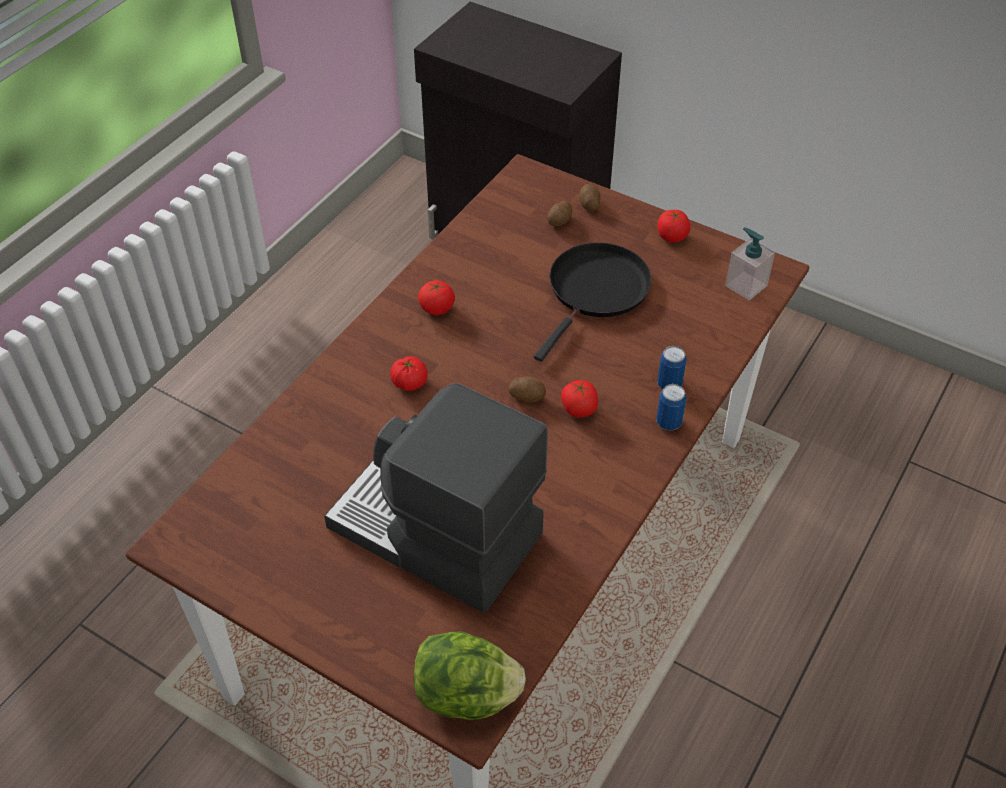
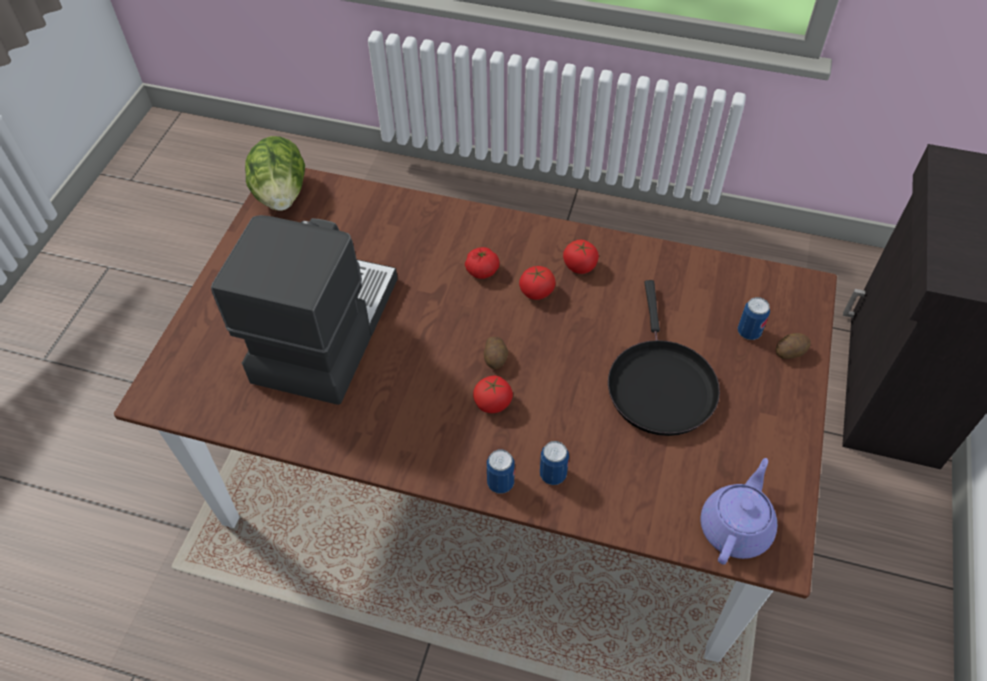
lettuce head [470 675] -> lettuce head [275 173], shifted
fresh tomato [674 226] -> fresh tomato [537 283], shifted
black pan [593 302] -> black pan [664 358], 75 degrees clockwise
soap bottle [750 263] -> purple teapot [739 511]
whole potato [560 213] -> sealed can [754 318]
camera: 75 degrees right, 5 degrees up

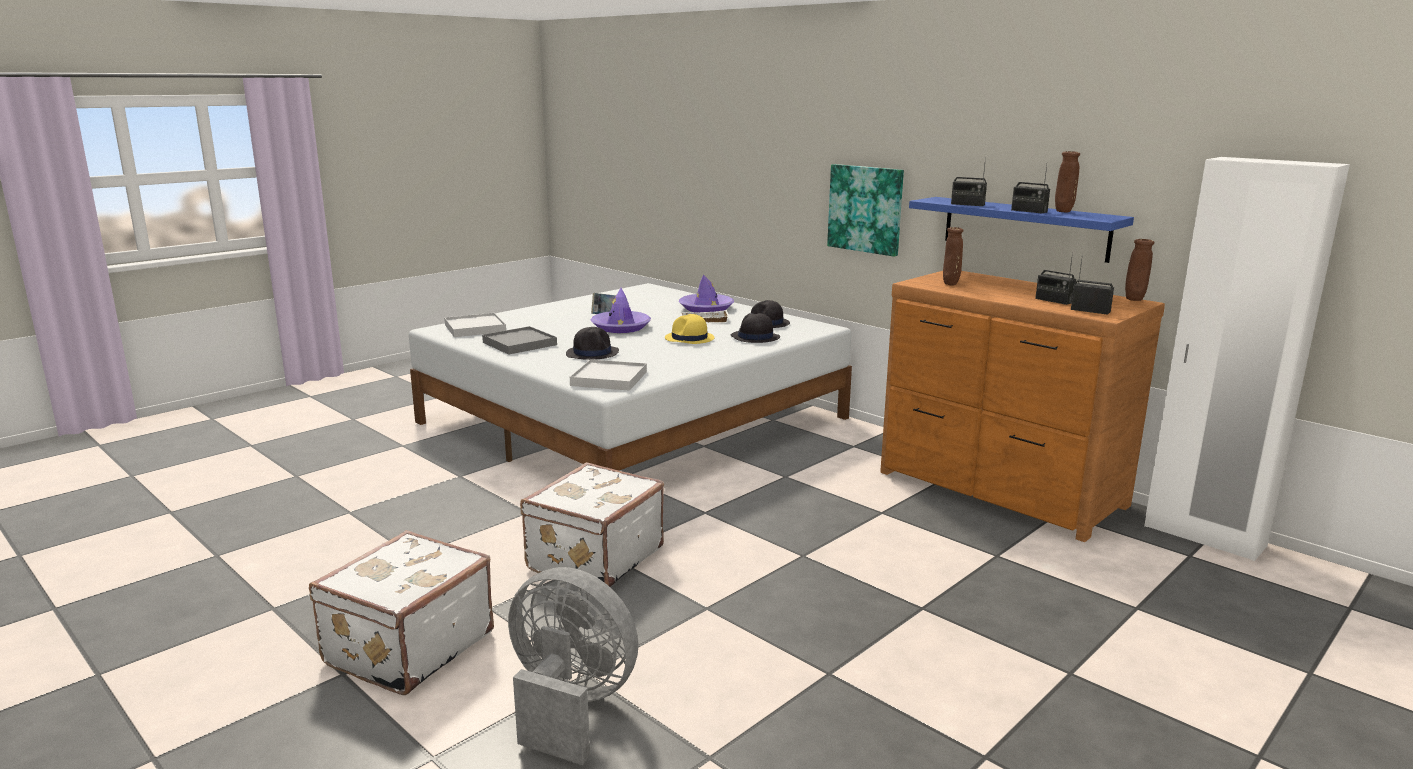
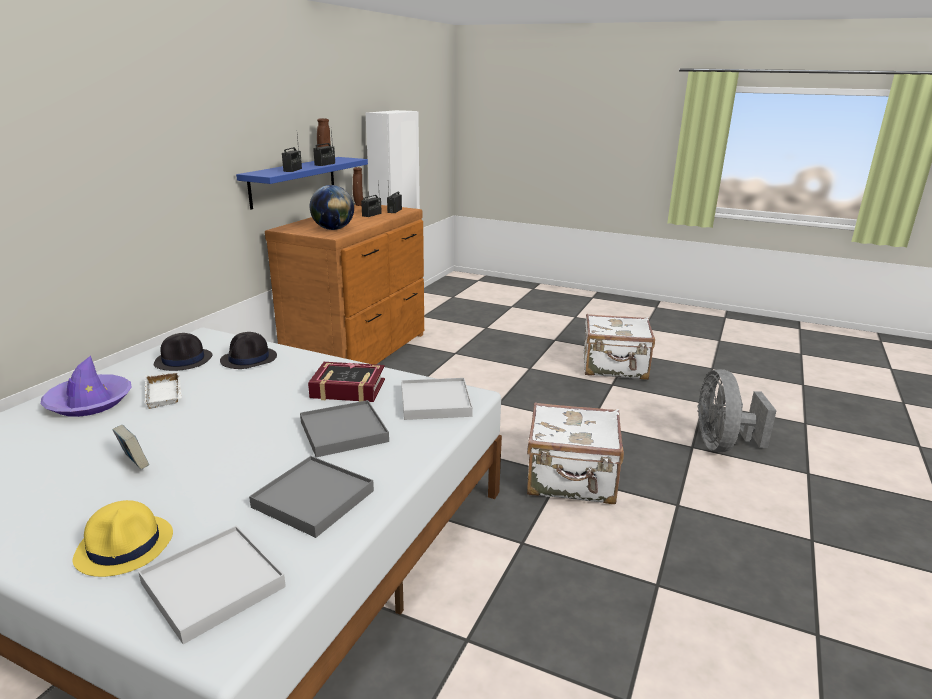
yellow-coloured wearable hat [690 329] -> yellow-coloured wearable hat [122 538], shifted
black wearable hat [592 343] -> greyish tray [344 428]
none -> bound book [346 382]
brown vase [953 256] -> world globe [332 207]
white travel case [401 612] -> white travel case [619 347], shifted
purple wearable hat [621 310] -> none
picture [865 210] -> none
camera: 110 degrees left, 5 degrees up

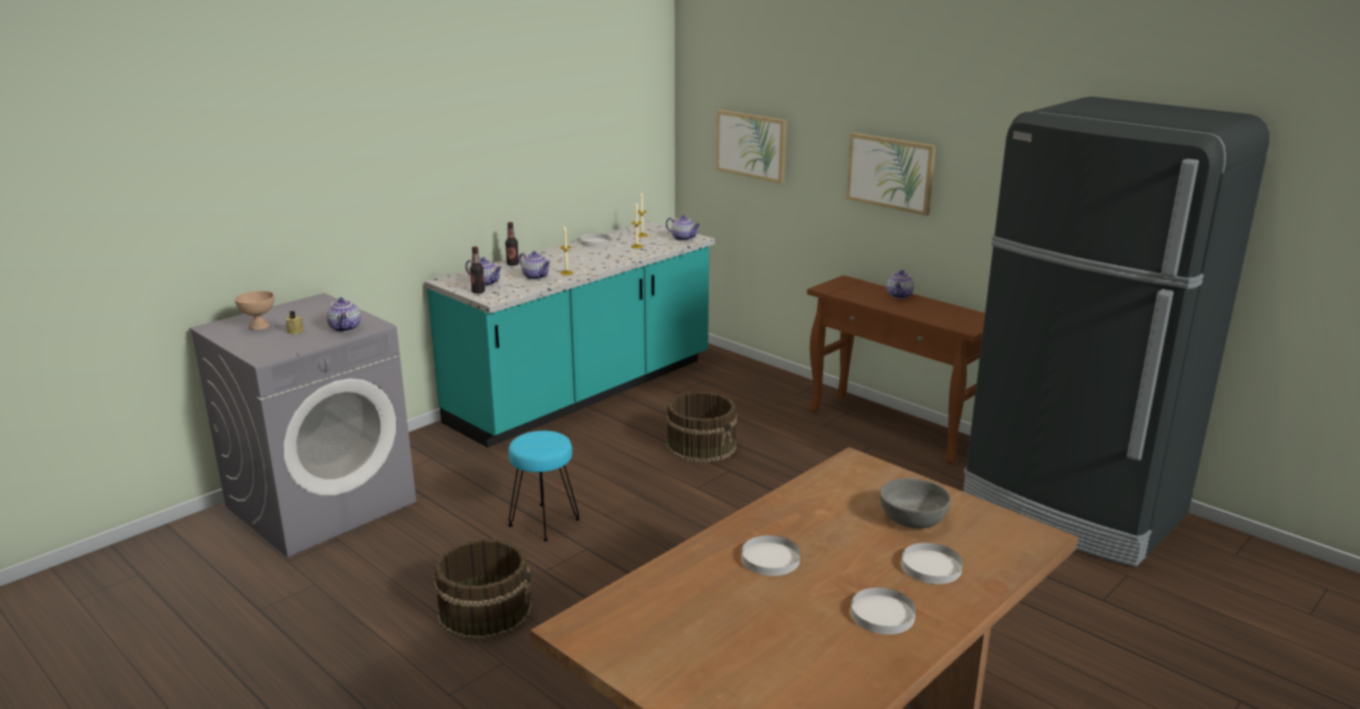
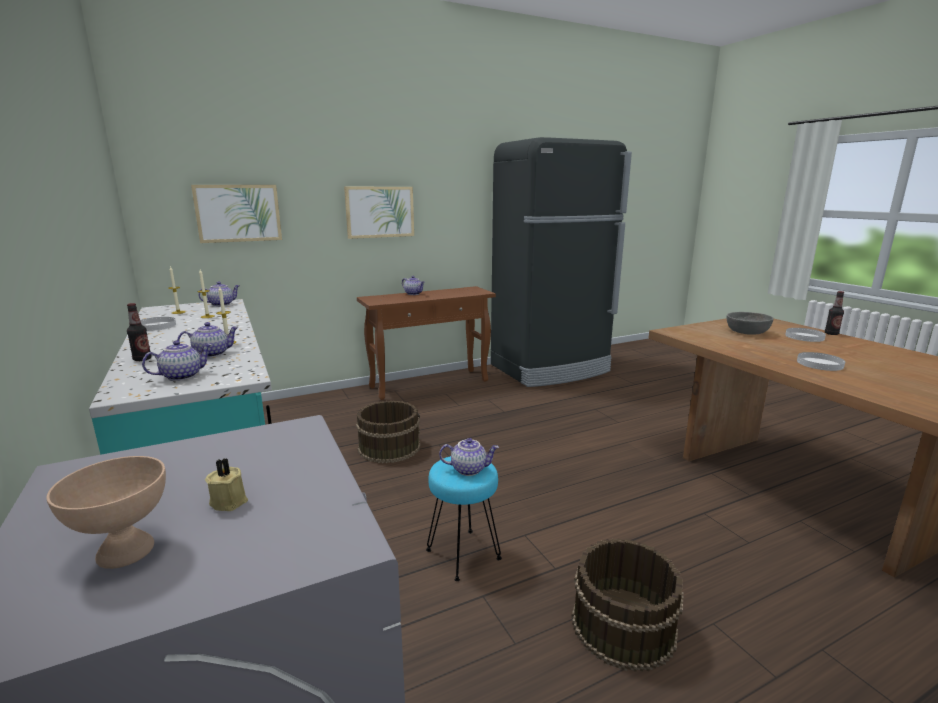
teapot [343 314] -> teapot [469 457], shifted
beverage bottle [477 269] -> beverage bottle [834 313], shifted
white dinner plate [883 610] -> none
camera: 70 degrees left, 5 degrees down

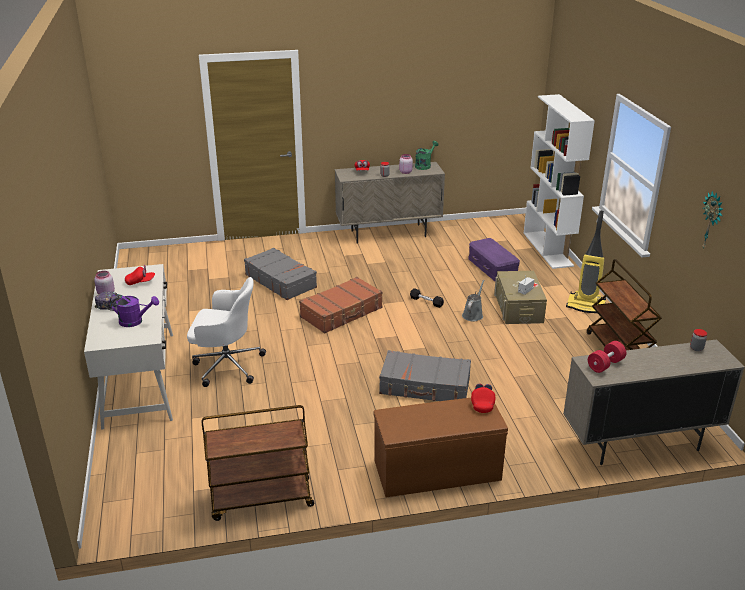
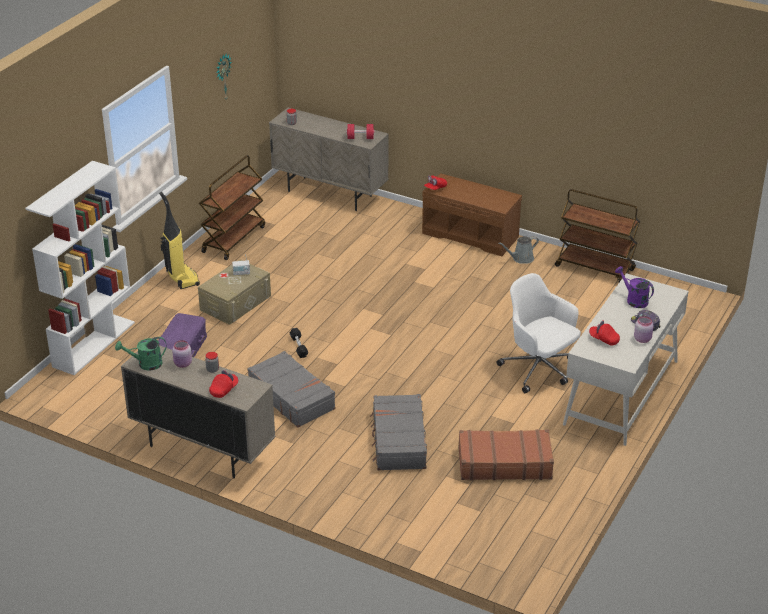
greyish travel case [425 375] -> greyish travel case [291 389], shifted
brown travel case [341 305] -> brown travel case [506 455], shifted
greyish sprinkling can [473 300] -> greyish sprinkling can [518 250], shifted
camera: 140 degrees left, 5 degrees up

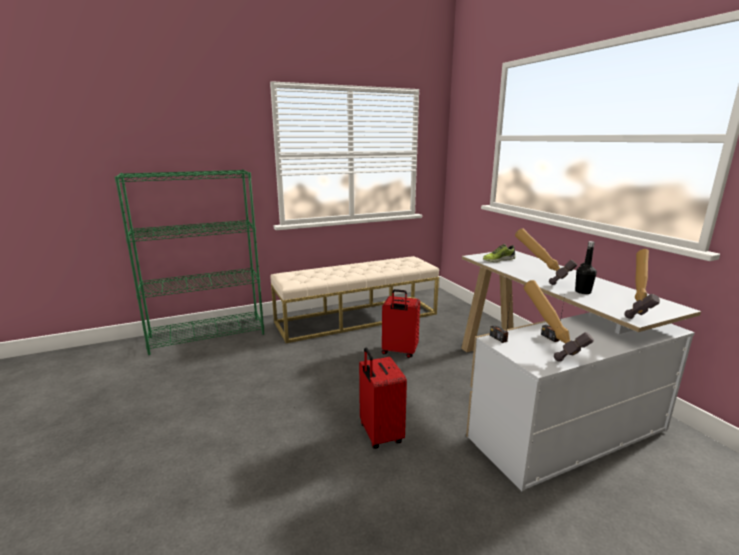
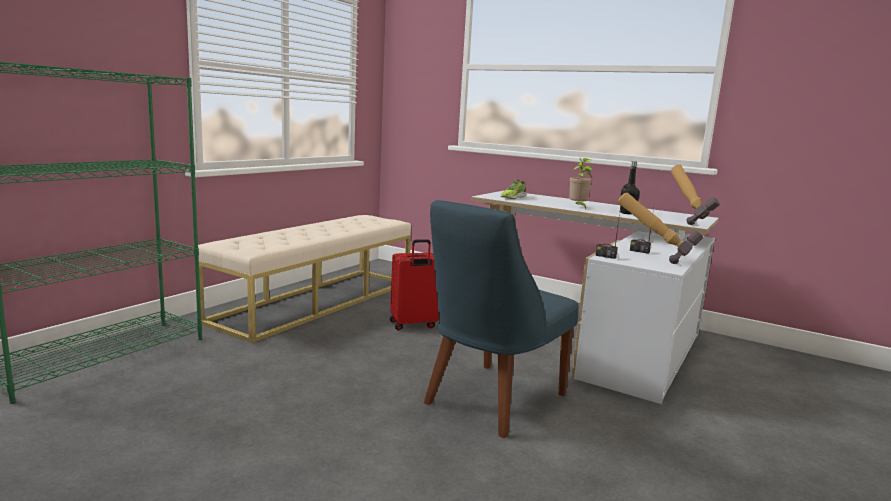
red travel case [383 398] -> bluish upright chair [501 319]
hammer [546 256] -> plant in a pot [580 184]
camera: 35 degrees left, 5 degrees down

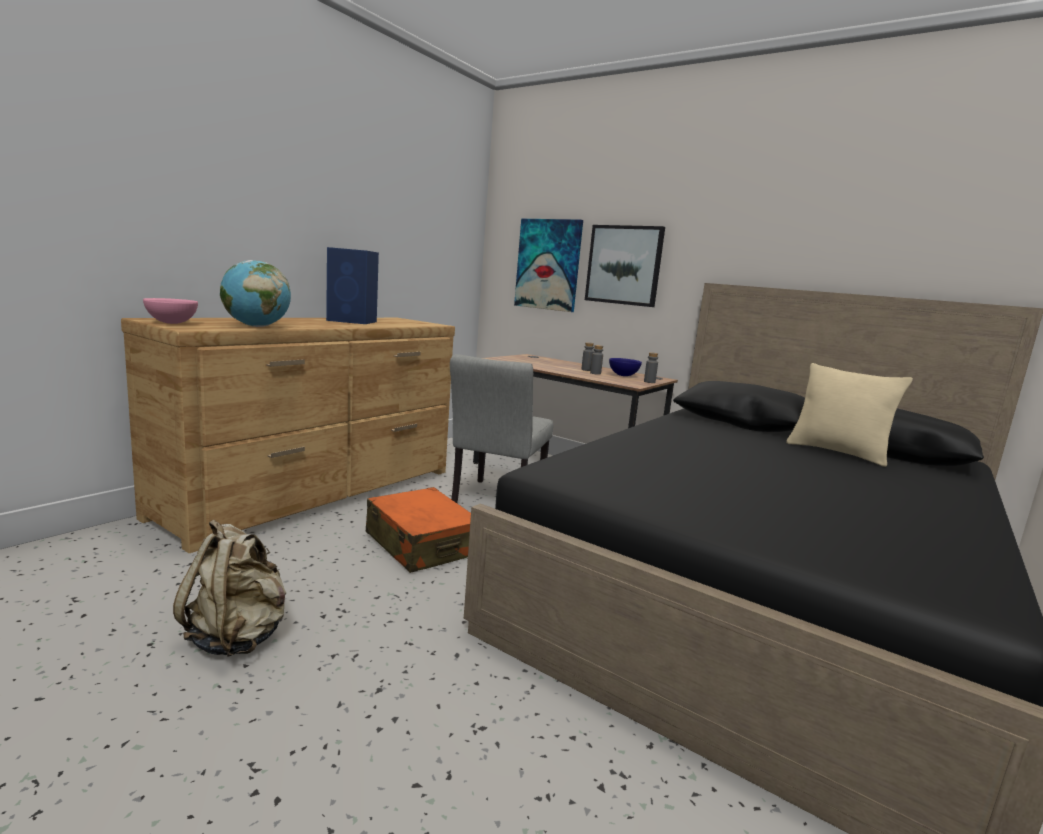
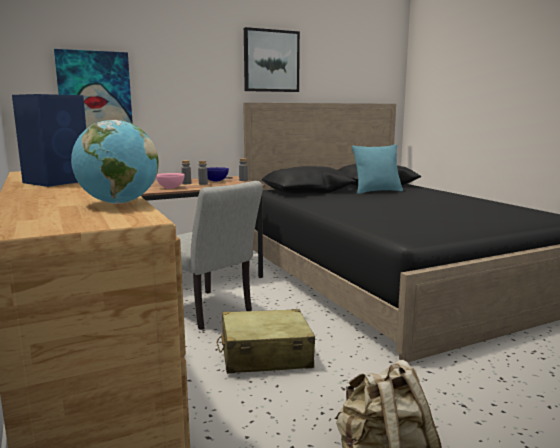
pinkish bowl [170 311] -> pinkish bowl [170 181], shifted
orange travel case [418 530] -> beige travel case [266 341]
picture [625 266] -> picture [272 59], shifted
beige cushion [849 415] -> blue-green cushion [377 169]
camera: 60 degrees left, 0 degrees up

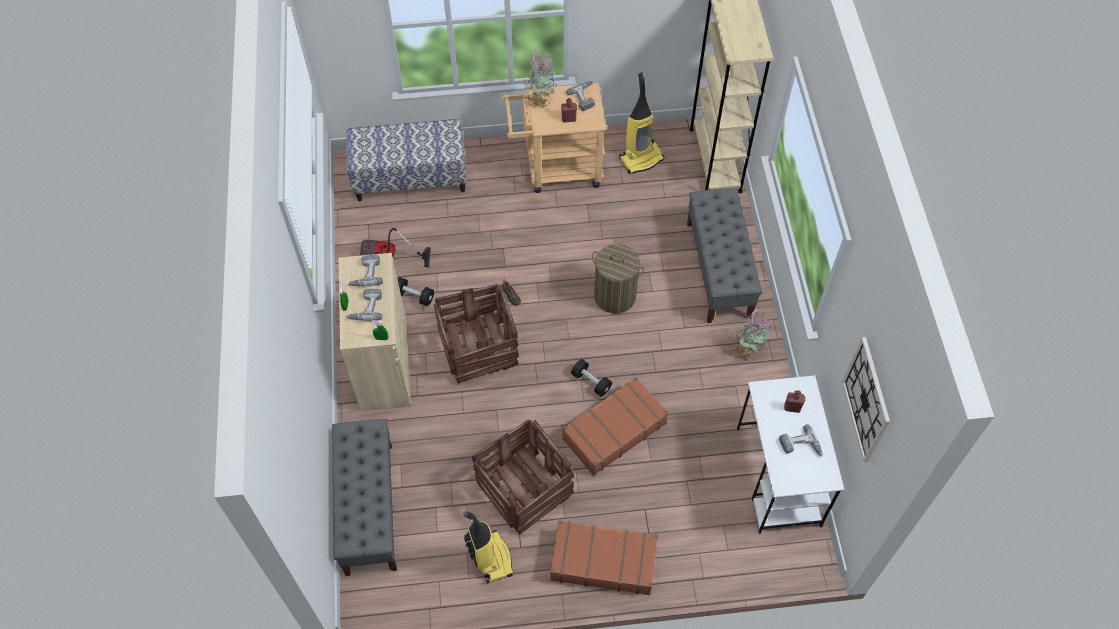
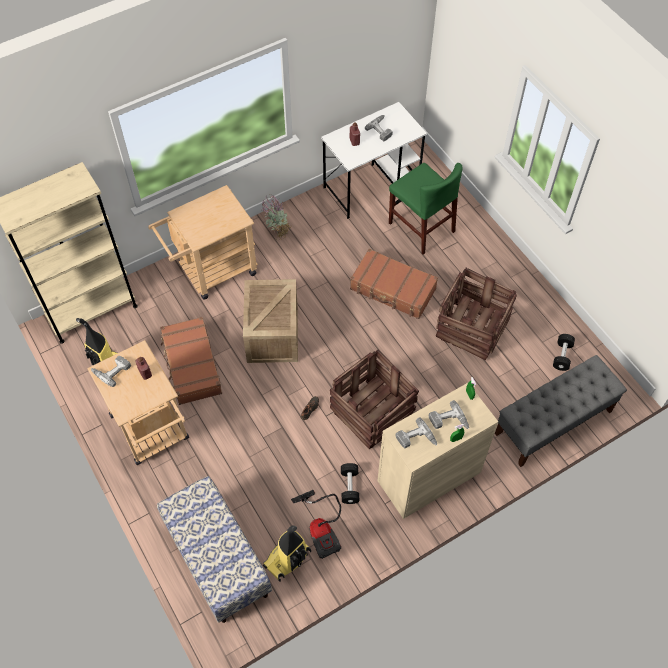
greyish long seat [724 255] -> beige trolley [203 242]
brown travel case [604 558] -> brown travel case [191 361], shifted
hamper [618 278] -> crate [270 321]
vacuum cleaner [489 547] -> vacuum cleaner [287 554], shifted
none -> greenish upright chair [426 209]
black hand weight [591 378] -> black hand weight [564 352], shifted
plant in a pot [541 79] -> none
wall clock [866 399] -> none
camera: 115 degrees left, 0 degrees up

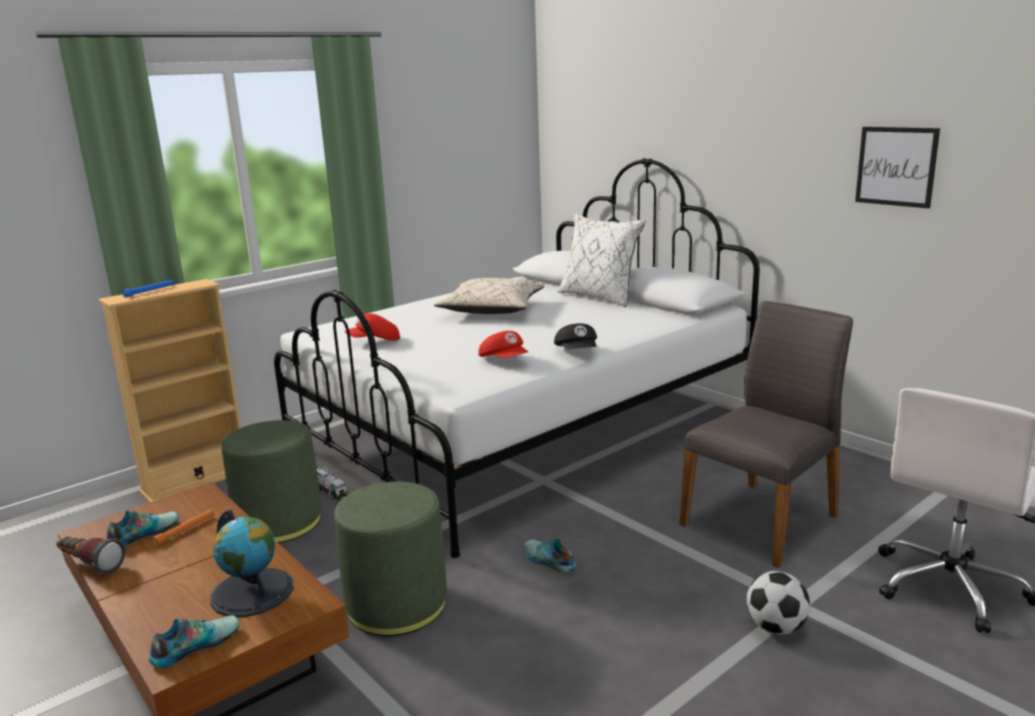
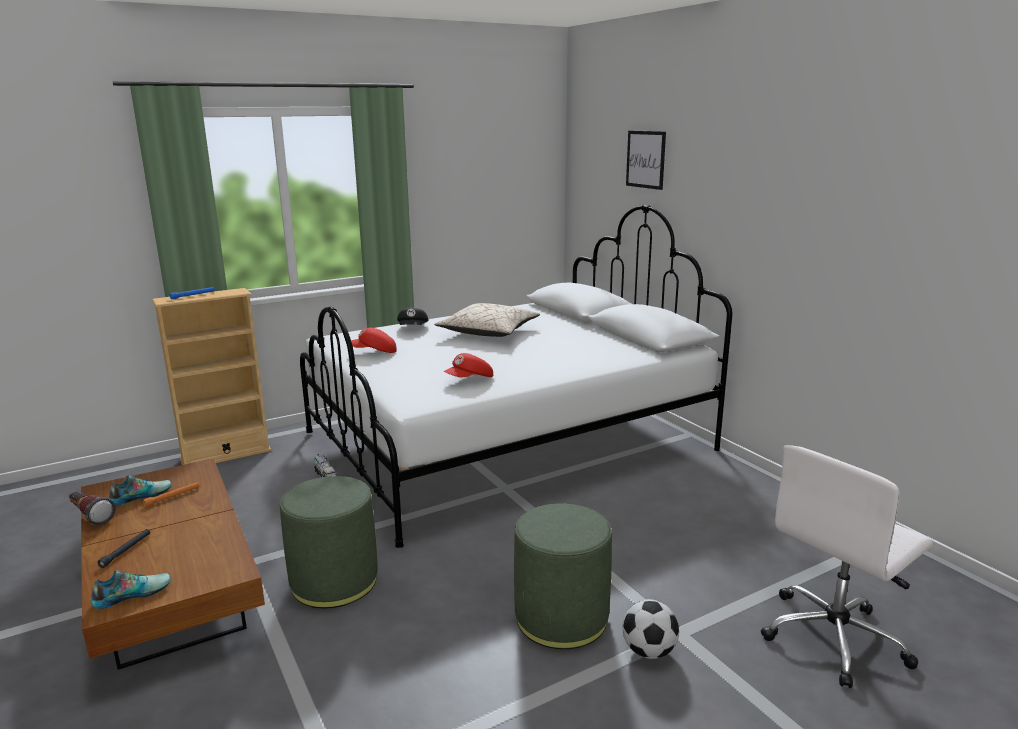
none -> black torch [123 548]
black cap [575 336] -> black cap [412 316], shifted
red cap [503 344] -> red cap [468 365], 75 degrees clockwise
greenish pouffe [271 481] -> greenish pouffe [563 576], shifted
picture [897 168] -> picture [646 160], shifted
world globe [251 563] -> none
shoe [550 555] -> none
white cushion [601 260] -> none
greyish upright chair [766 434] -> none
camera: 10 degrees right, 0 degrees up

